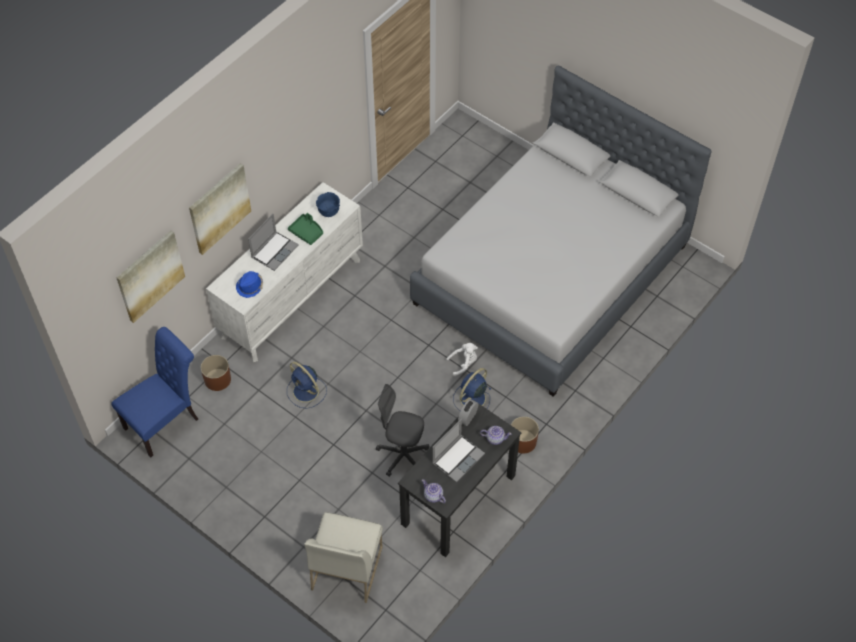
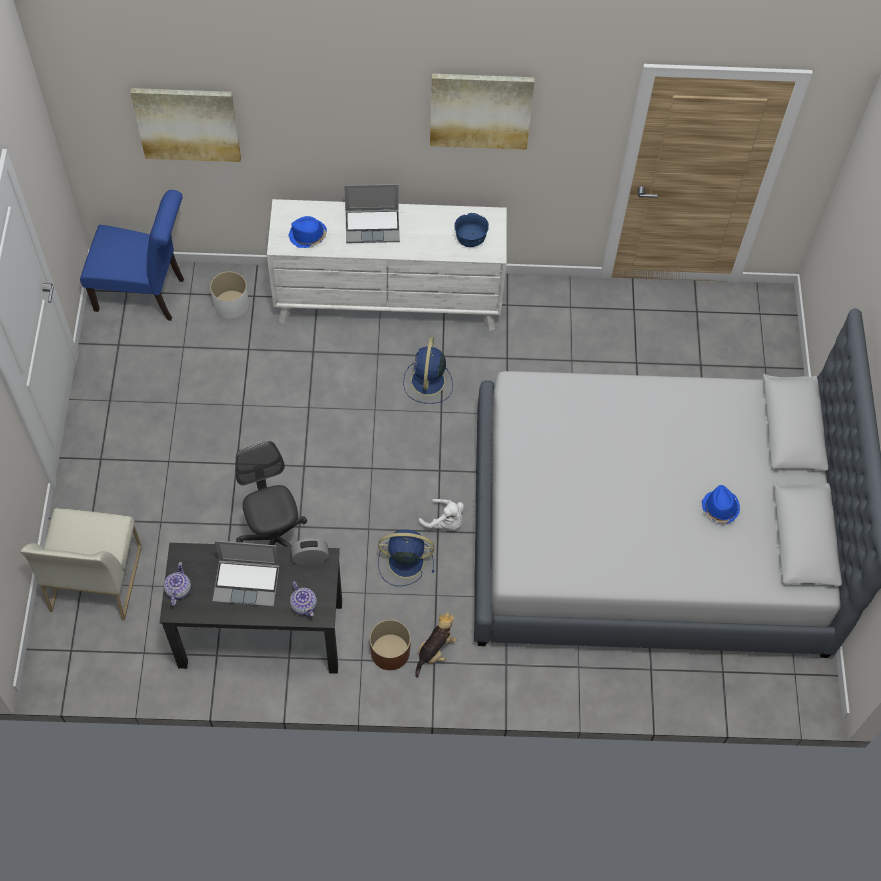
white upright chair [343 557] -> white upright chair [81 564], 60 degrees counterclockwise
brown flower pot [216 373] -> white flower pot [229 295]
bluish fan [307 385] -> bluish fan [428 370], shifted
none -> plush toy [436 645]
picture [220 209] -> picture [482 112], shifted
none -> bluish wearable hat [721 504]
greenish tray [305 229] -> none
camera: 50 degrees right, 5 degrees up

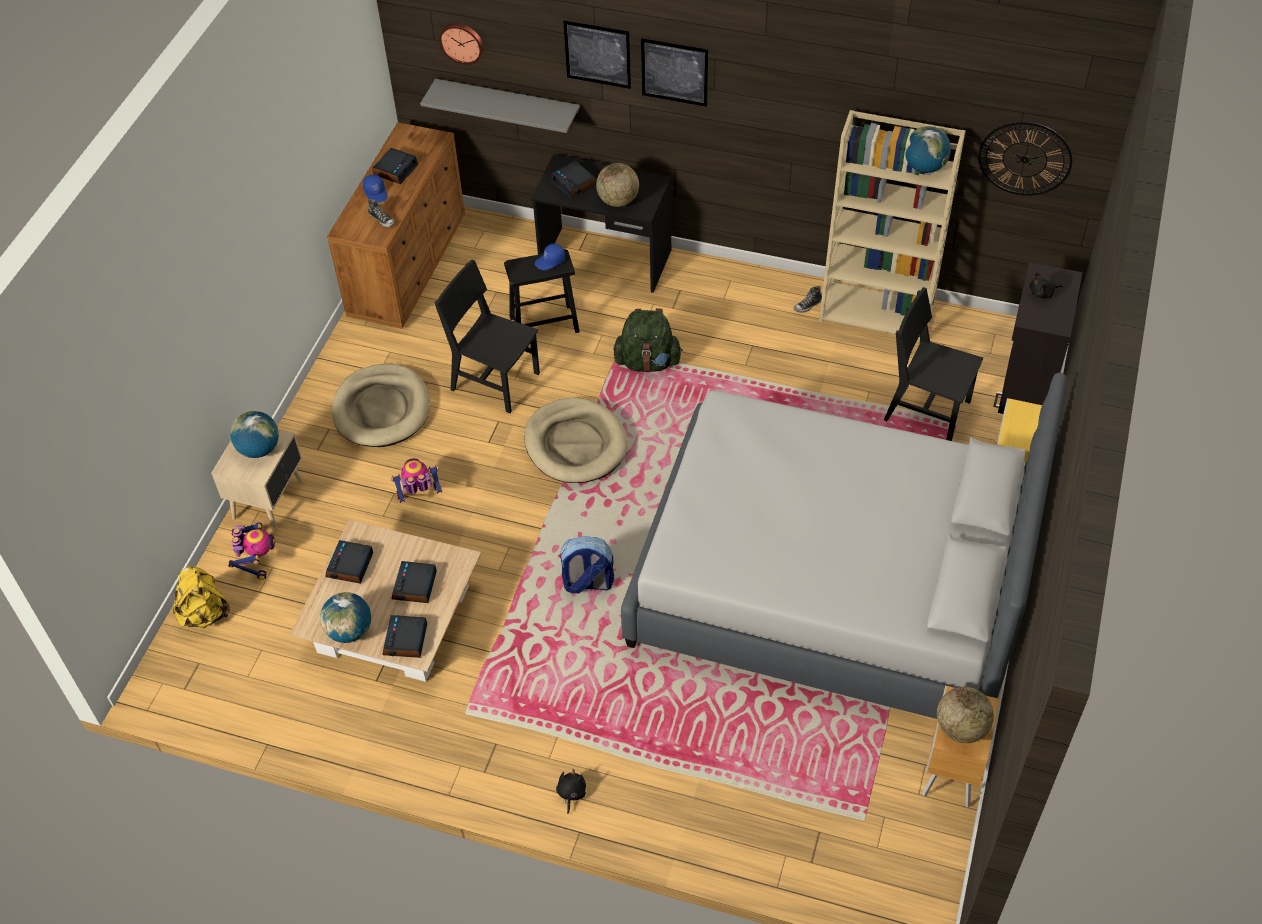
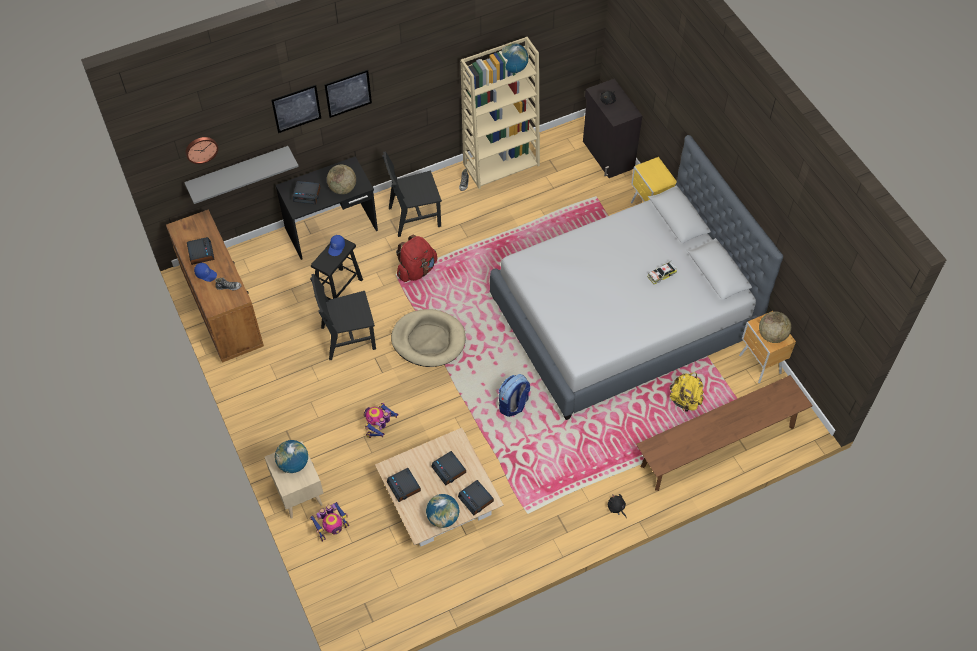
model robot [251 551] -> model robot [329 522], 105 degrees clockwise
black upright chair [933 364] -> black upright chair [412 194], shifted
greenish knapsack [648 340] -> red knapsack [416 258]
none -> brown long seat [724 433]
none -> toy car [662 272]
yellow-coloured knapsack [201 597] -> yellow-coloured knapsack [687 392], shifted
beige pet bed [381 405] -> none
wall clock [1025 159] -> none
camera: 45 degrees left, 5 degrees up

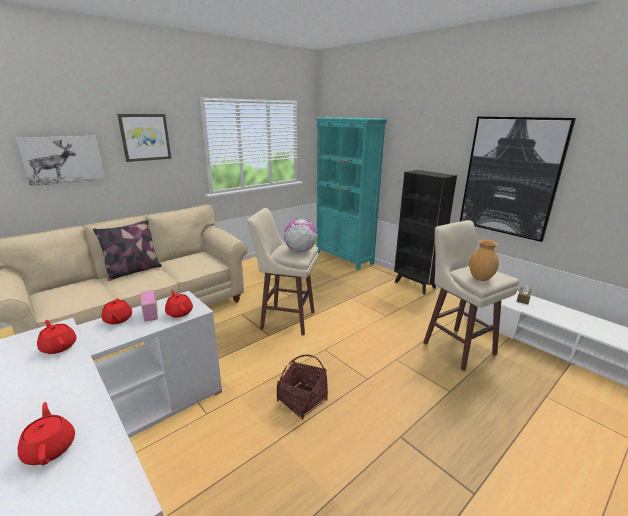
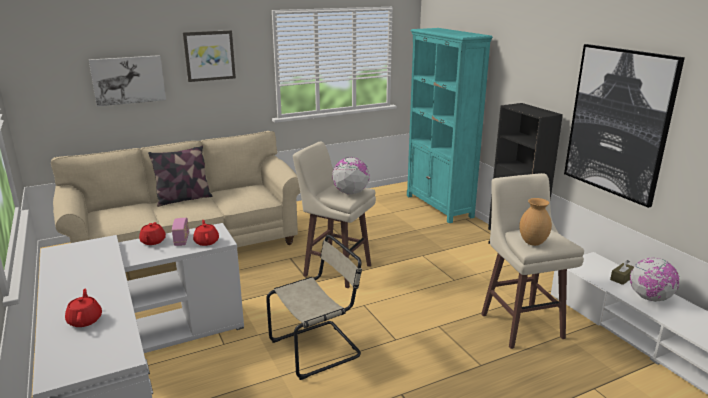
household basket [302 387] -> beige upright chair [314 307]
none -> world globe [655 280]
red teapot [57 337] -> none
camera: 15 degrees right, 0 degrees up

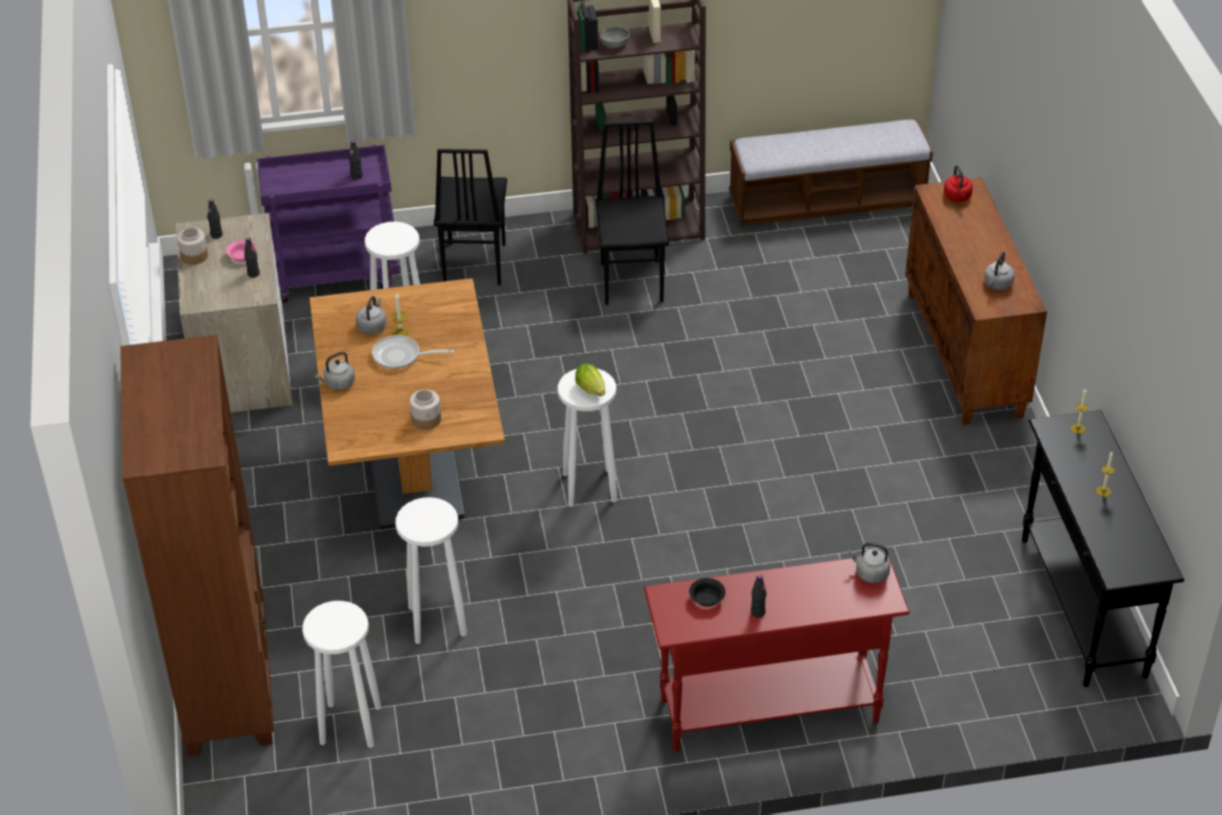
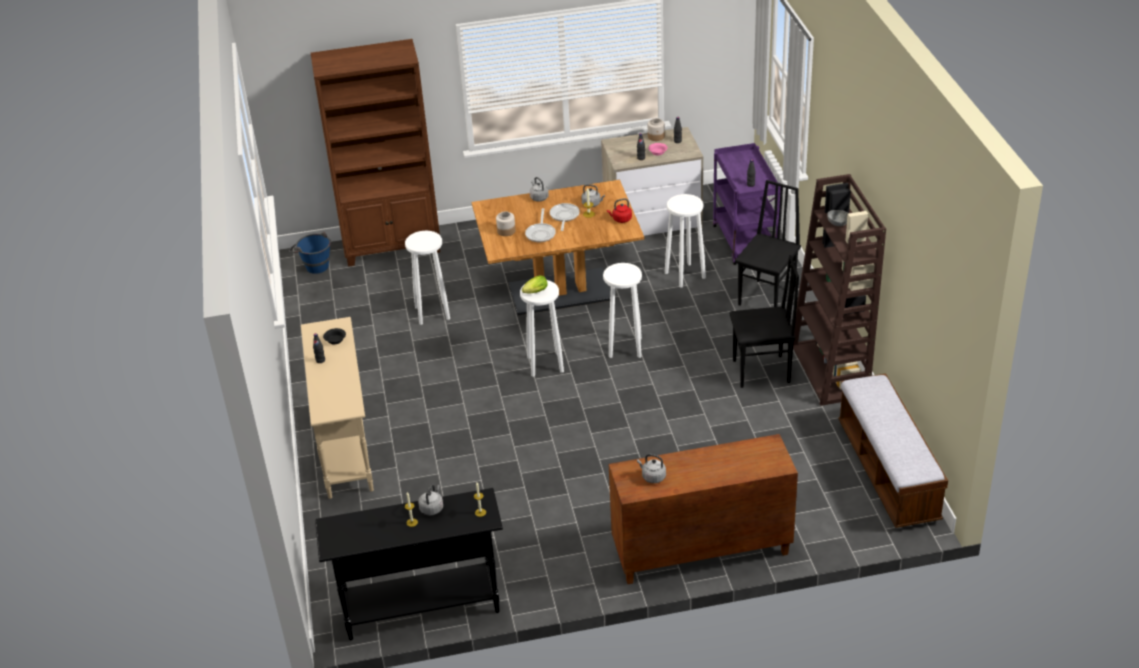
none -> bluish pail [310 253]
red narrow table [777 653] -> beige narrow table [337 408]
greyish kettle [870 563] -> greyish kettle [430 499], shifted
none -> pan [540 225]
white sitting stool [341 674] -> white sitting stool [622 310], shifted
red kettle [958 183] -> red kettle [619 210], shifted
black upright chair [470 217] -> black upright chair [768 243], 120 degrees clockwise
camera: 90 degrees right, 5 degrees down

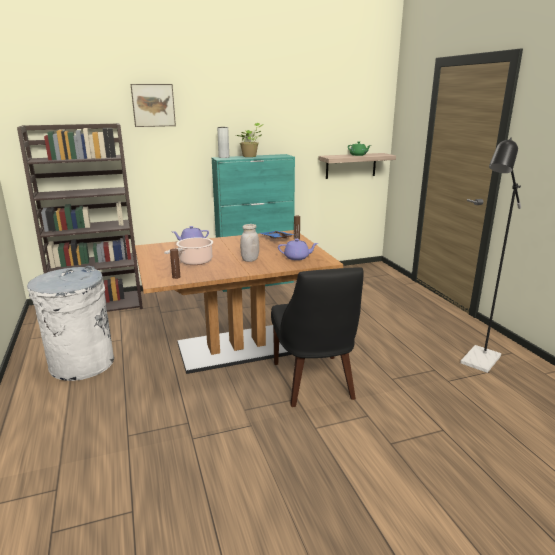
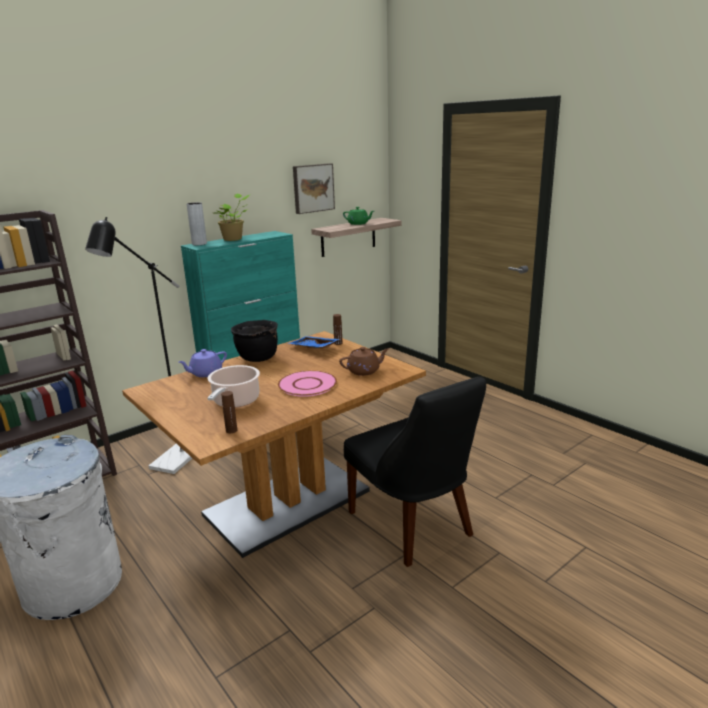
black floor lamp [490 255] -> black floor lamp [138 345], shifted
none -> black cooking pot [254 341]
white storage jar [249 243] -> pinkish dinner plate [307 384]
picture [153 105] -> picture [314 188], shifted
purple teapot [298 249] -> brown teapot [364 361]
camera: 20 degrees left, 0 degrees up

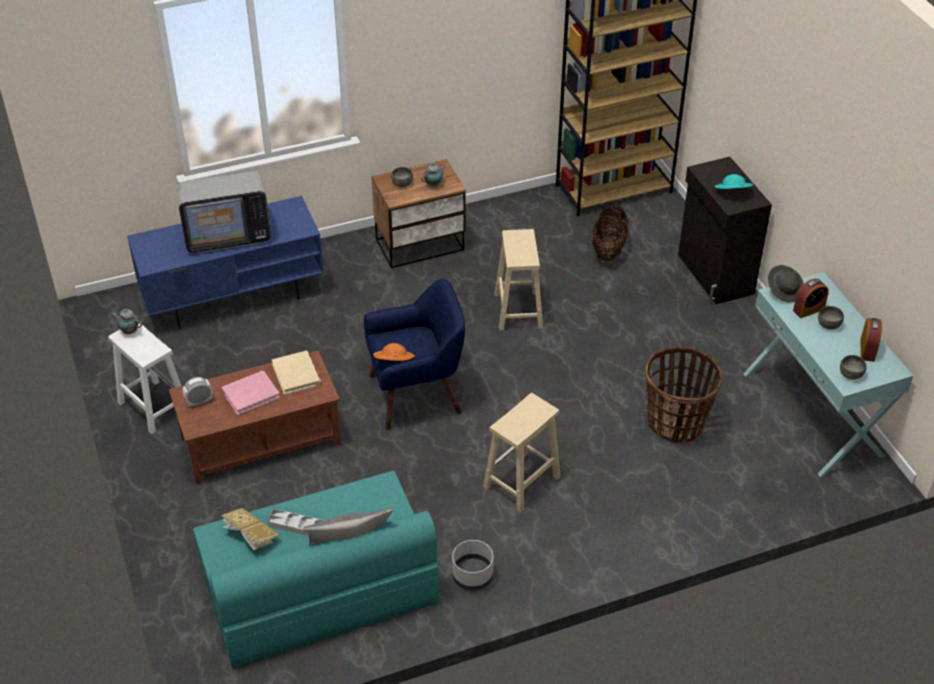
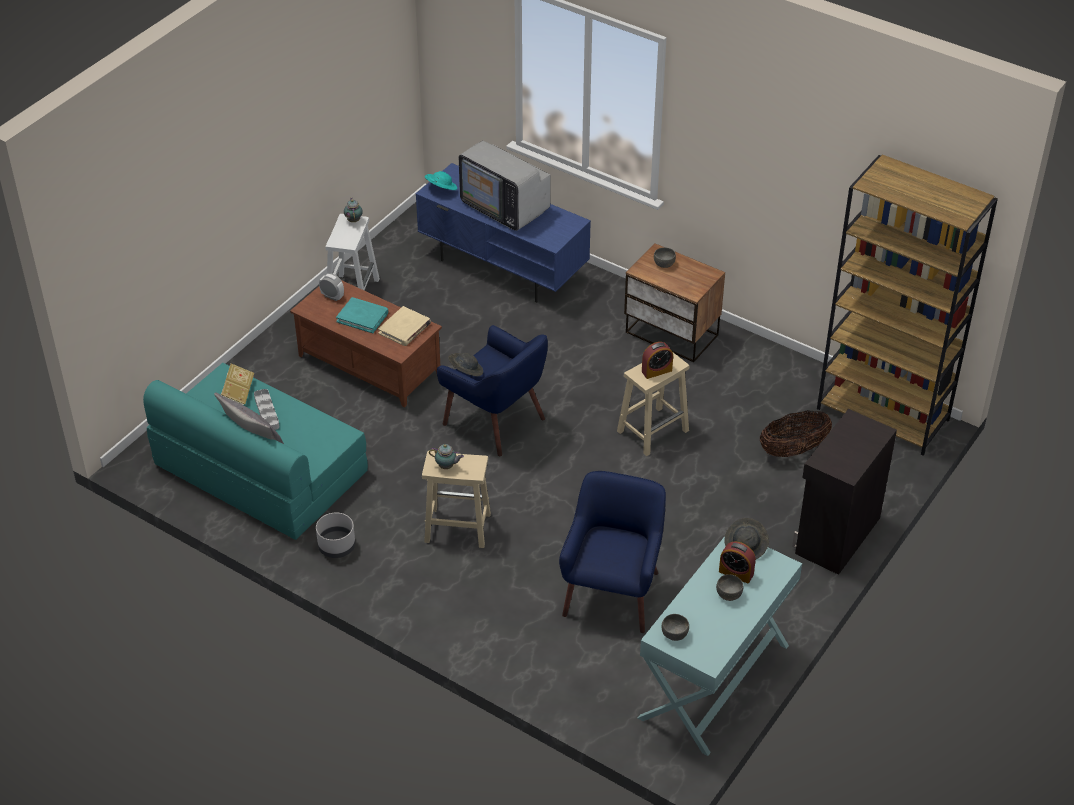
pinkish bound book [250 393] -> blue-green bound book [362 315]
blue-green wearable hat [734 181] -> blue-green wearable hat [441 180], shifted
teapot [433 174] -> teapot [446 456], shifted
orange wearable hat [394 352] -> greyish wearable hat [465 364]
household basket [684 394] -> bluish armchair [612 552]
table clock [871 340] -> table clock [657 360], shifted
camera: 55 degrees right, 0 degrees up

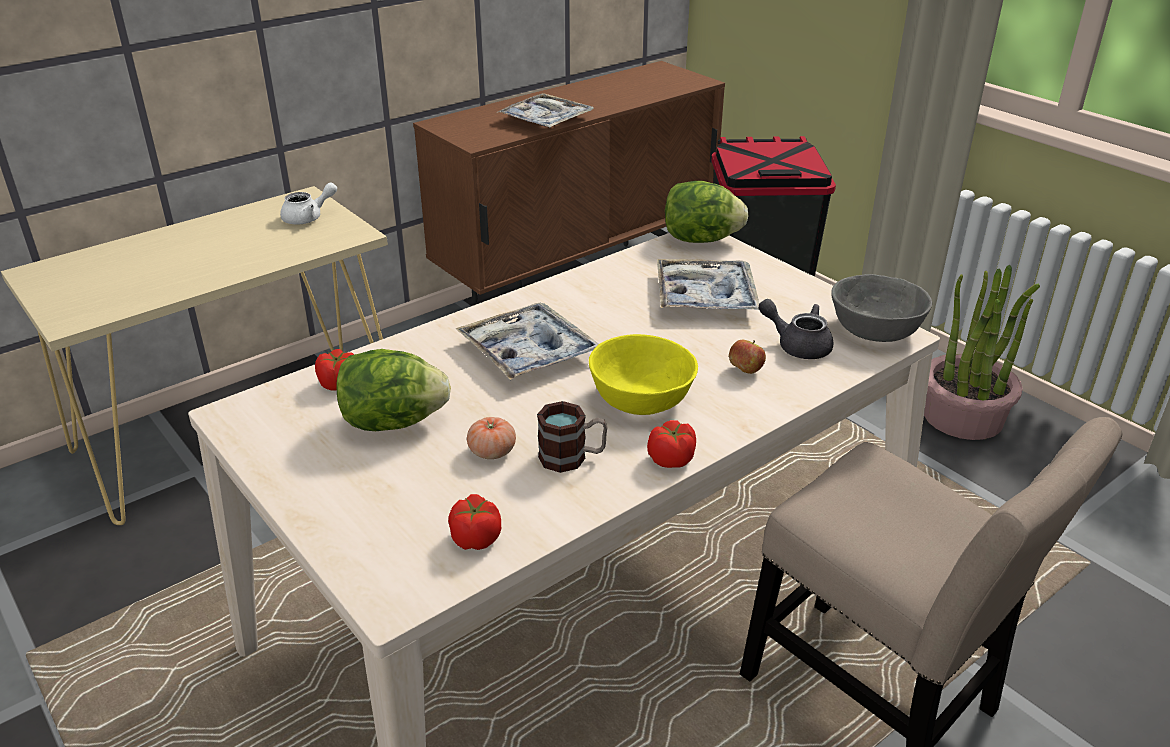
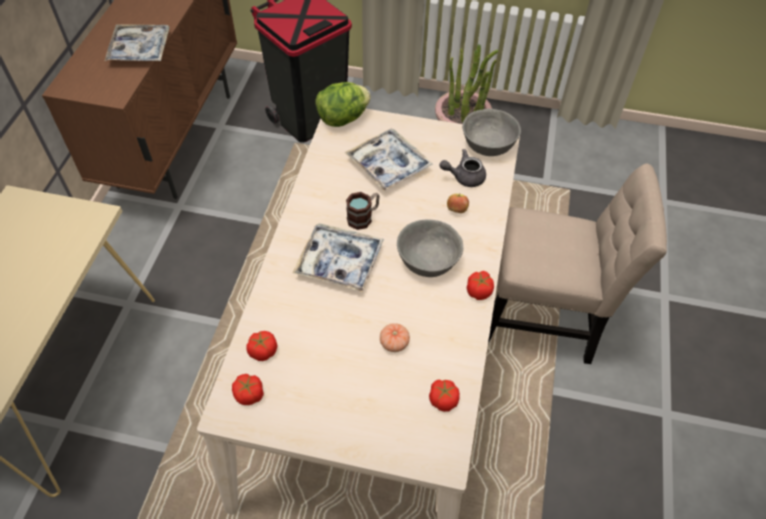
none -> fresh tomato [248 389]
coffee mug [572 437] -> coffee mug [363 211], shifted
yellow-coloured bowl [643 374] -> greyish bowl [430 248]
white teapot [308 203] -> none
lettuce head [394 390] -> none
camera: 40 degrees left, 20 degrees up

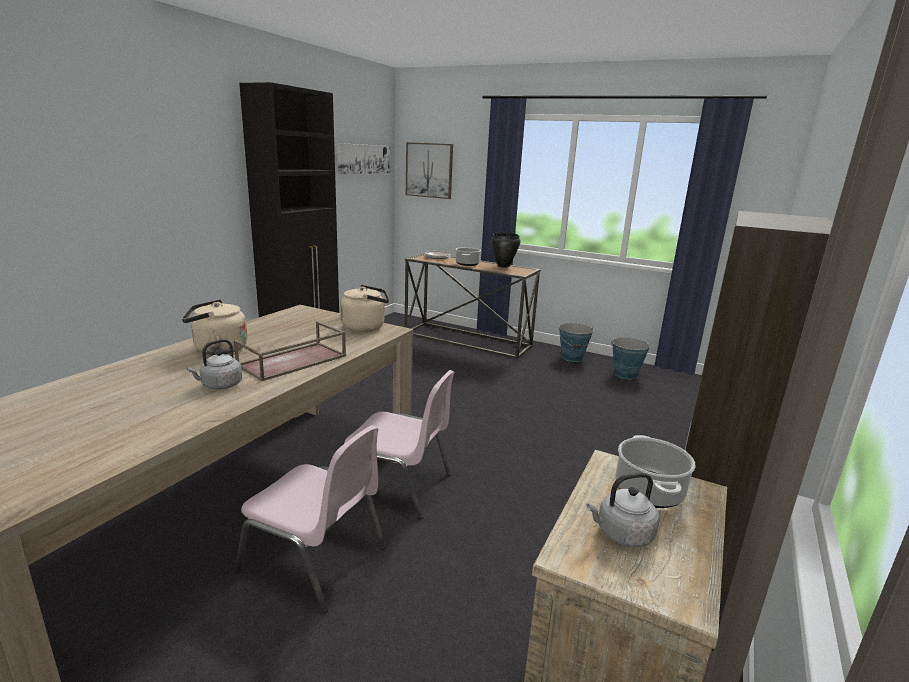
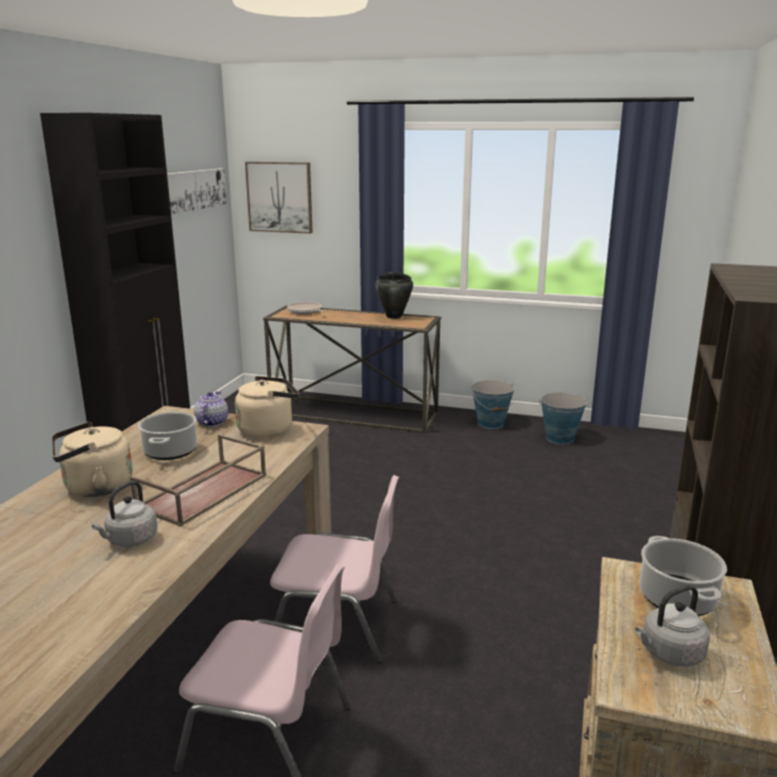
cooking pot [468 256] -> cooking pot [167 436], shifted
none -> teapot [211 409]
camera: 10 degrees left, 0 degrees up

